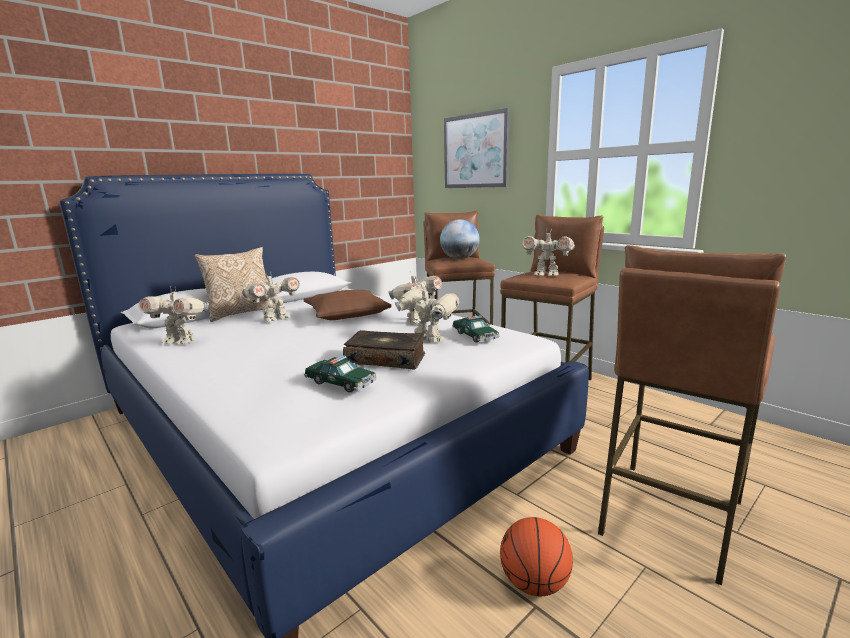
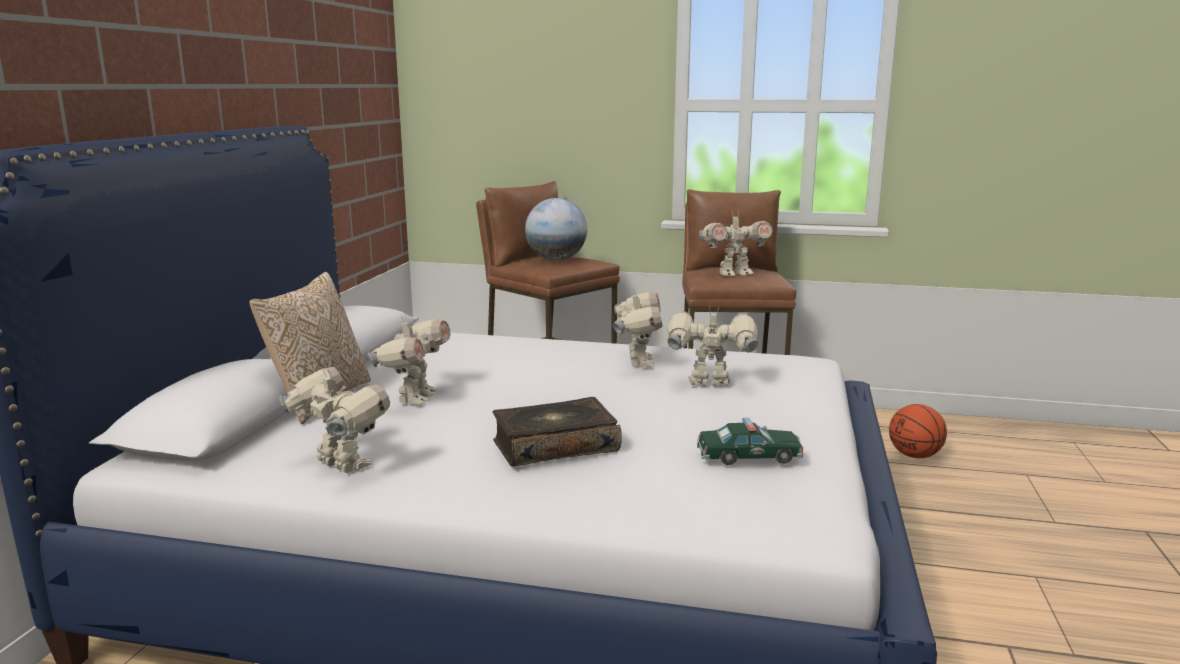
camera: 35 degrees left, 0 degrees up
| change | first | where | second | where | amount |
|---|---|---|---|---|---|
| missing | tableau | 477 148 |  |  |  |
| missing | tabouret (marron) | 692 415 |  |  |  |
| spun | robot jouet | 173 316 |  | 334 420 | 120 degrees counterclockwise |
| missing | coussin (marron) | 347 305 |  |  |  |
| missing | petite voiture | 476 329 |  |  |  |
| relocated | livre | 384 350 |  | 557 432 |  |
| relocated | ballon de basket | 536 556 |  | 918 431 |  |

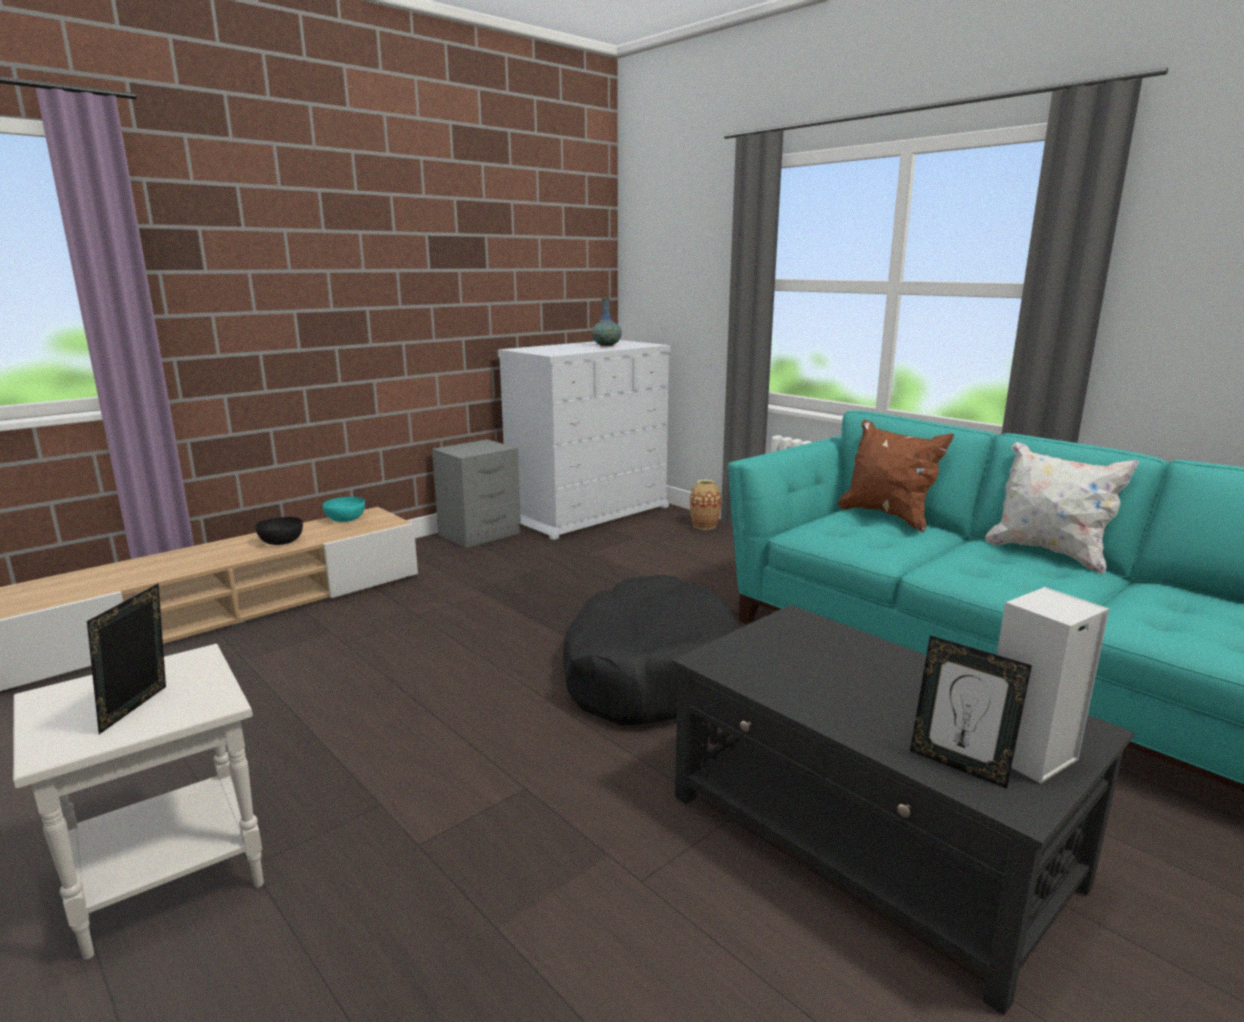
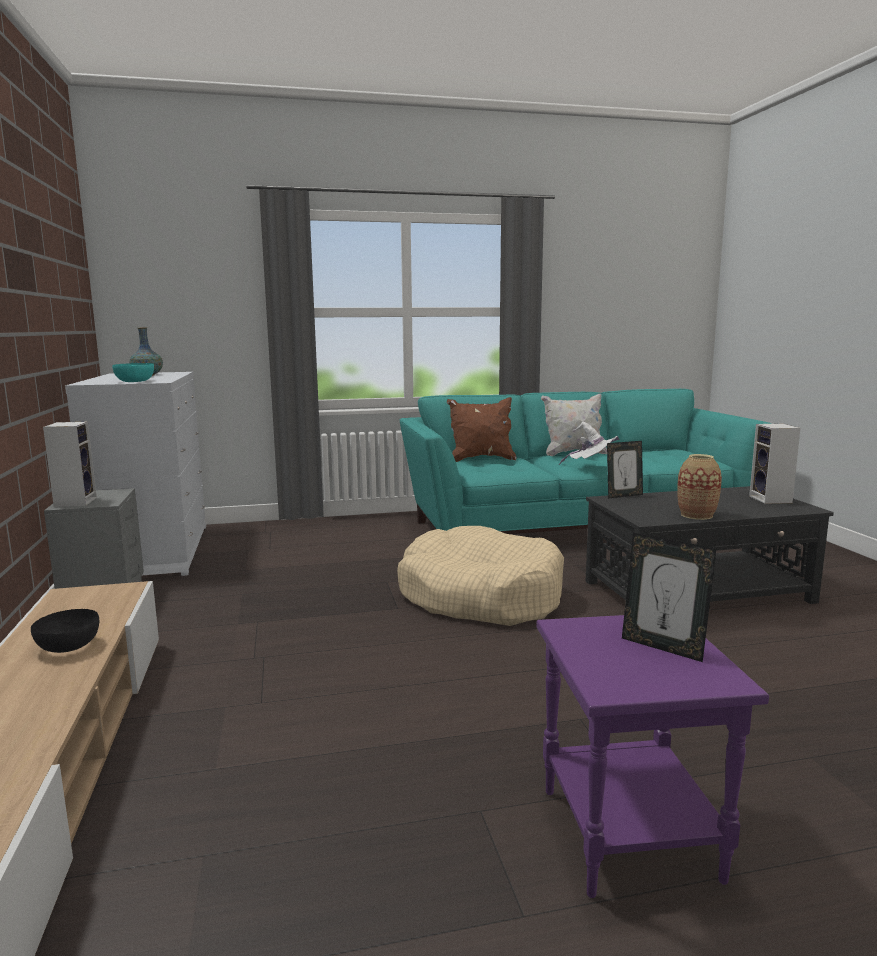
camera: 60 degrees left, 5 degrees down
| change | first | where | second | where | amount |
|---|---|---|---|---|---|
| relocated | vase | 705 505 |  | 699 487 |  |
| relocated | bol (turquoise) | 344 509 |  | 133 372 |  |
| colour | panier pour chien (noir) | 652 650 | panier pour chien (beige) | 480 576 |  |
| relocated | cadre photo | 971 712 |  | 625 469 |  |
| colour | table d'appoint (blanc) | 138 802 | table d'appoint (violet) | 653 756 |  |
| appeared |  |  | chapeau (blanc) | 589 443 |  |
| appeared |  |  | enceinte | 70 464 |  |

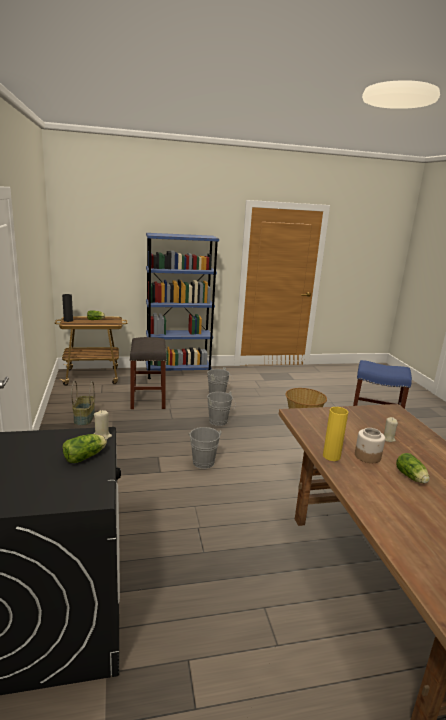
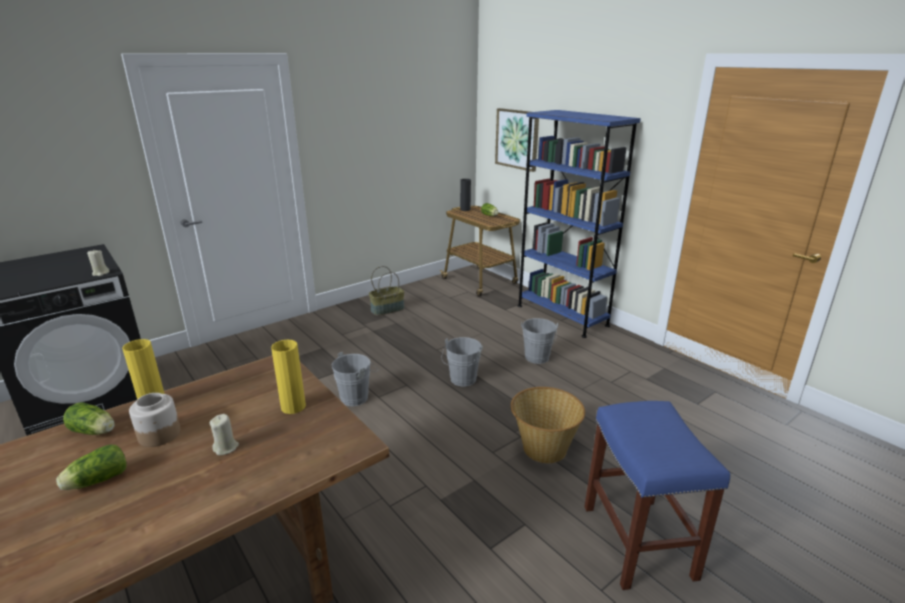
camera: 65 degrees right, 5 degrees up
| change | first | where | second | where | amount |
|---|---|---|---|---|---|
| missing | tabouret (gris) | 148 373 |  |  |  |
| relocated | laitue | 85 448 |  | 89 418 |  |
| appeared |  |  | tableau | 517 140 |  |
| appeared |  |  | vase (jaune) | 288 377 |  |

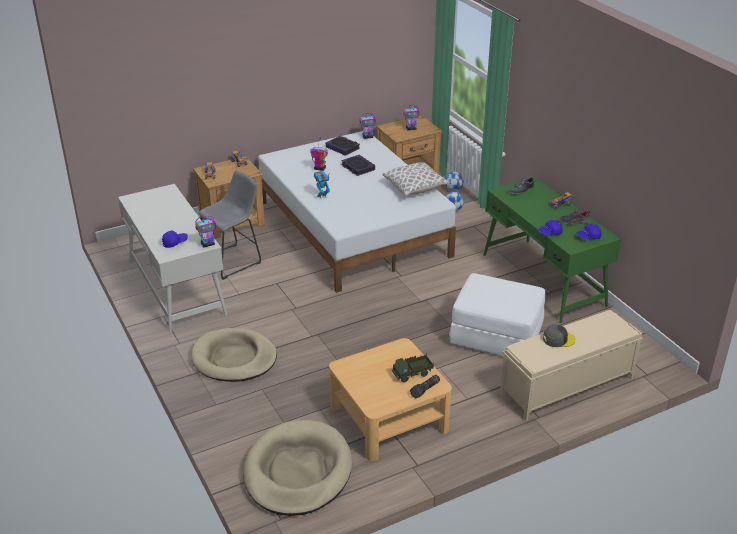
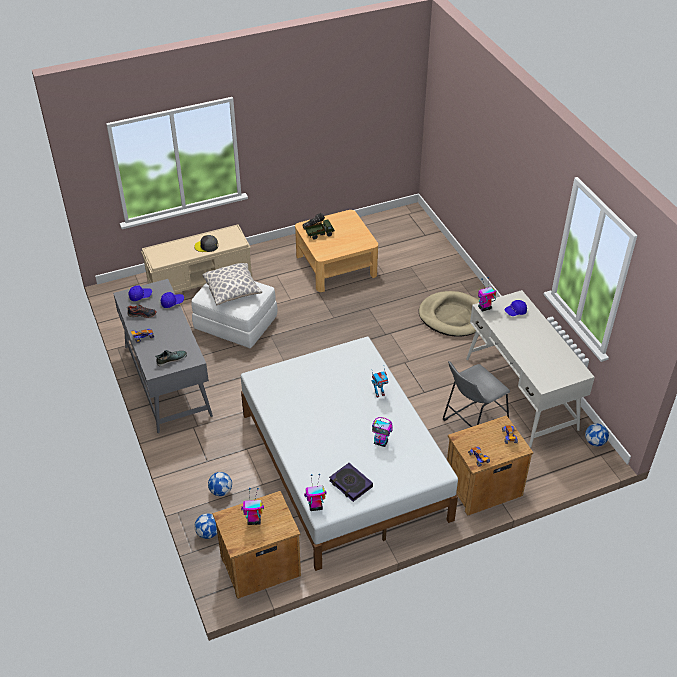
camera: 175 degrees left, 10 degrees up
| change | first | where | second | where | amount |
|---|---|---|---|---|---|
| missing | livre | 358 165 |  |  |  |
| relocated | coussin | 416 179 |  | 232 284 |  |
| colour | bureau (vert) | 552 250 | bureau (gris) | 163 356 |  |
| missing | panier pour chien (beige) | 297 468 |  |  |  |
| appeared |  |  | ballon de foot | 597 434 |  |

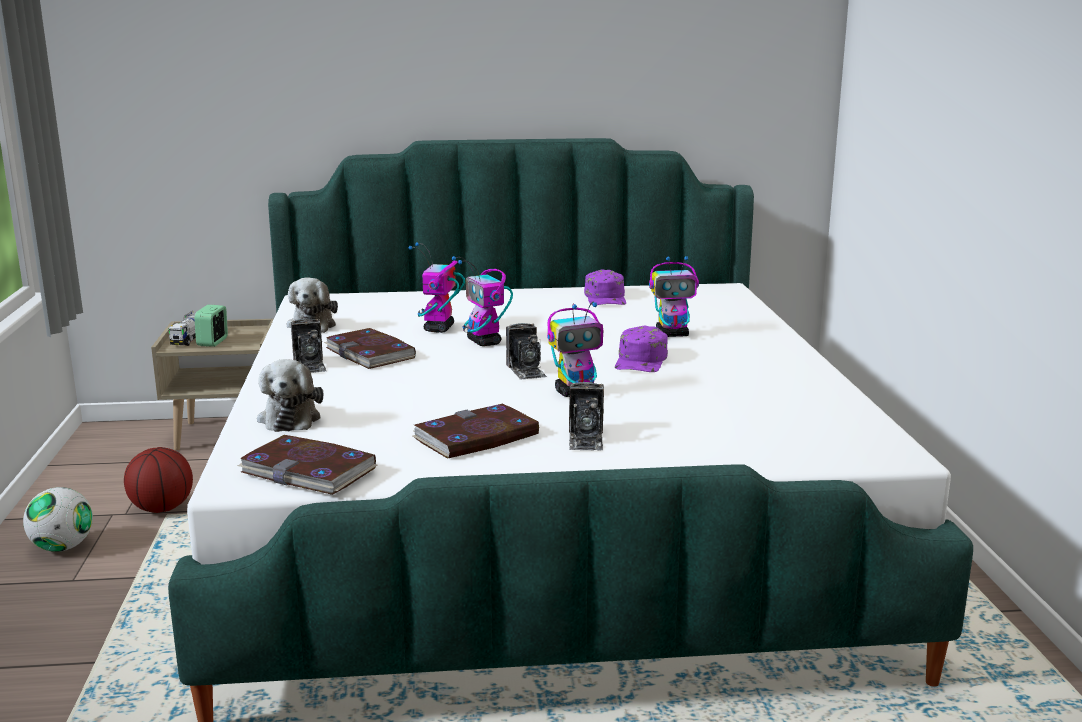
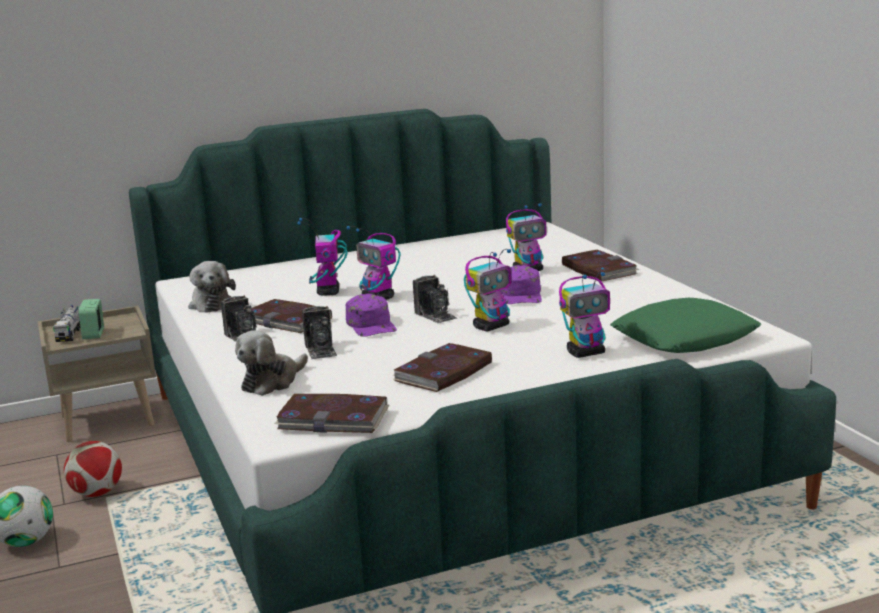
camera: 15 degrees left, 0 degrees up
| change | first | where | second | where | amount |
|---|---|---|---|---|---|
| relocated | casquette (violet) | 605 287 |  | 371 315 |  |
| spun | peluche | 290 395 |  | 271 363 | 60 degrees clockwise |
| relocated | appareil photo | 586 416 |  | 319 332 |  |
| exchanged | ballon de basket | 158 480 | ballon de foot | 93 469 |  |
| appeared |  |  | livre | 600 265 |  |
| appeared |  |  | robot jouet | 584 314 |  |
| appeared |  |  | coussin (vert) | 685 325 |  |

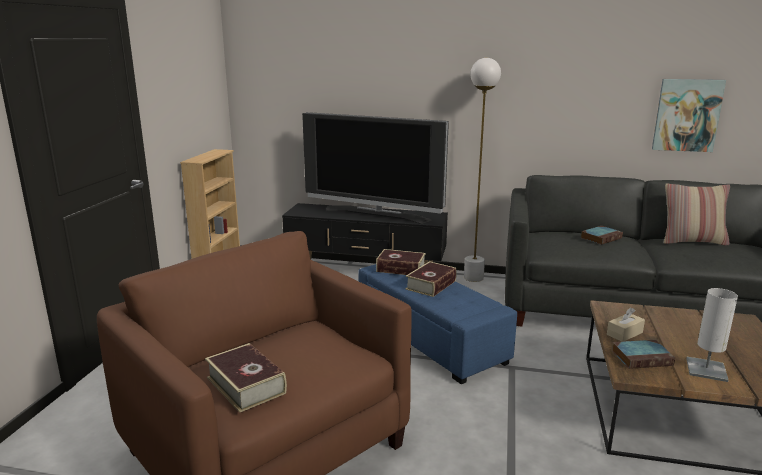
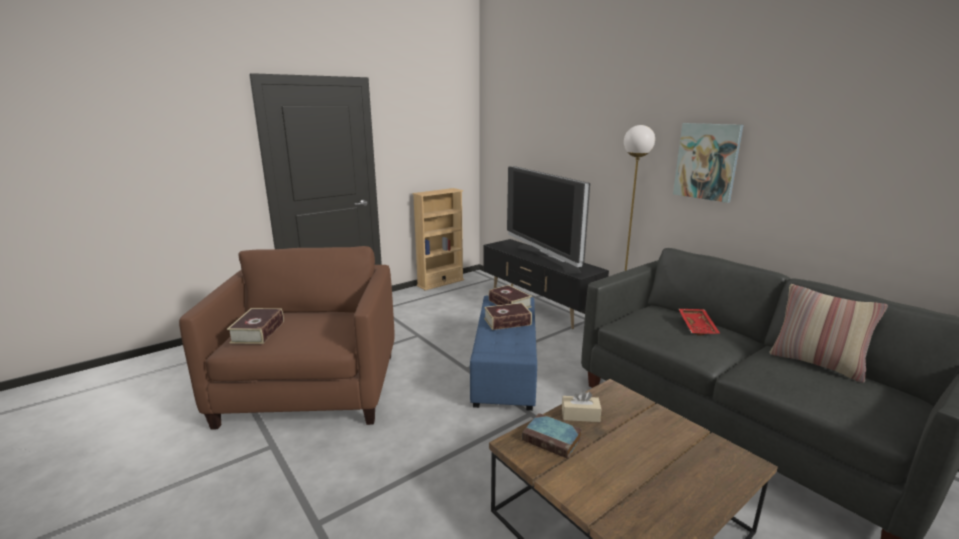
camera: 40 degrees right, 0 degrees up
| change | first | where | second | where | amount |
|---|---|---|---|---|---|
| relocated | tableau | 689 115 |  | 708 163 |  |
| exchanged | livre | 602 235 | plateau (rouge) | 699 322 |  |
| missing | lampe de table (blanc) | 712 335 |  |  |  |

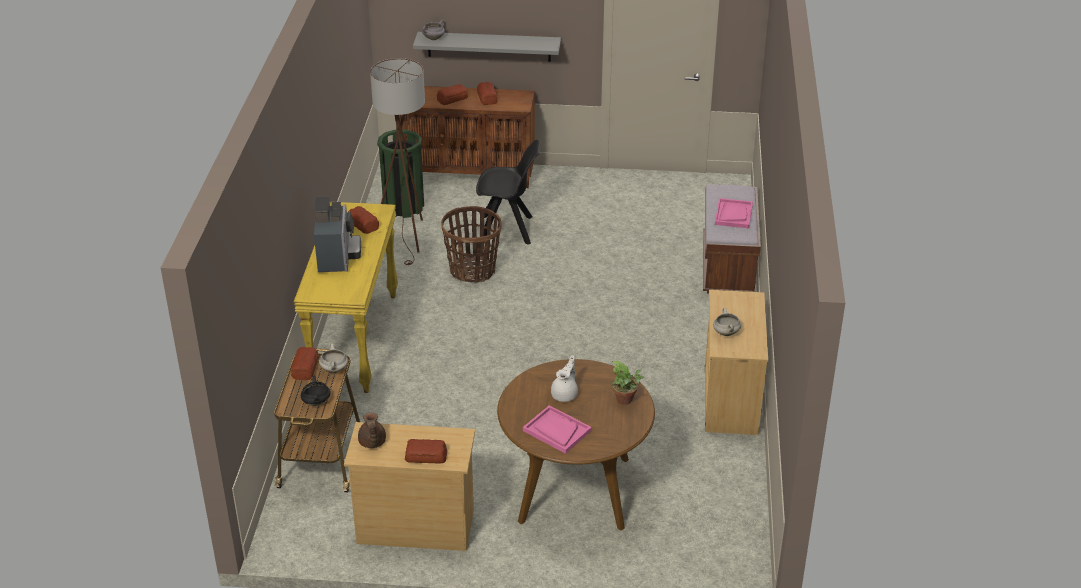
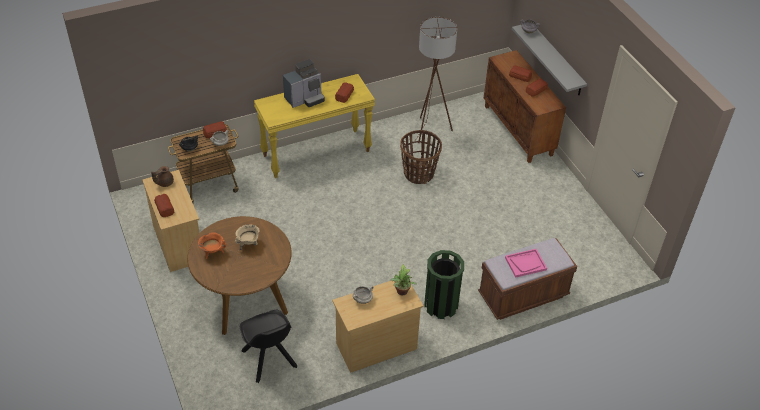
camera: 60 degrees right, 10 degrees up
| change | first | where | second | where | amount |
|---|---|---|---|---|---|
| relocated | poubelle (vert) | 400 173 |  | 444 284 |  |
| relocated | chaise (noir) | 508 192 |  | 269 346 |  |
| exchanged | théière (blanc) | 564 378 | marmite (beige) | 247 237 |  |
| relocated | plante en pot | 627 383 |  | 404 280 |  |
| exchanged | plateau (rose) | 557 429 | marmite (orange) | 212 245 |  |

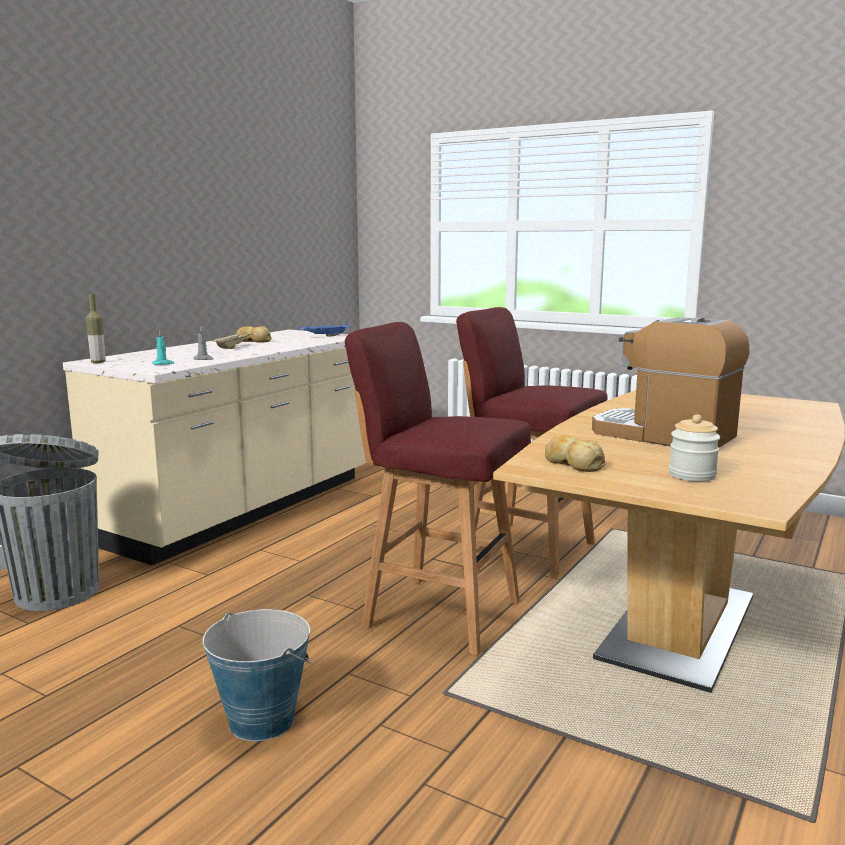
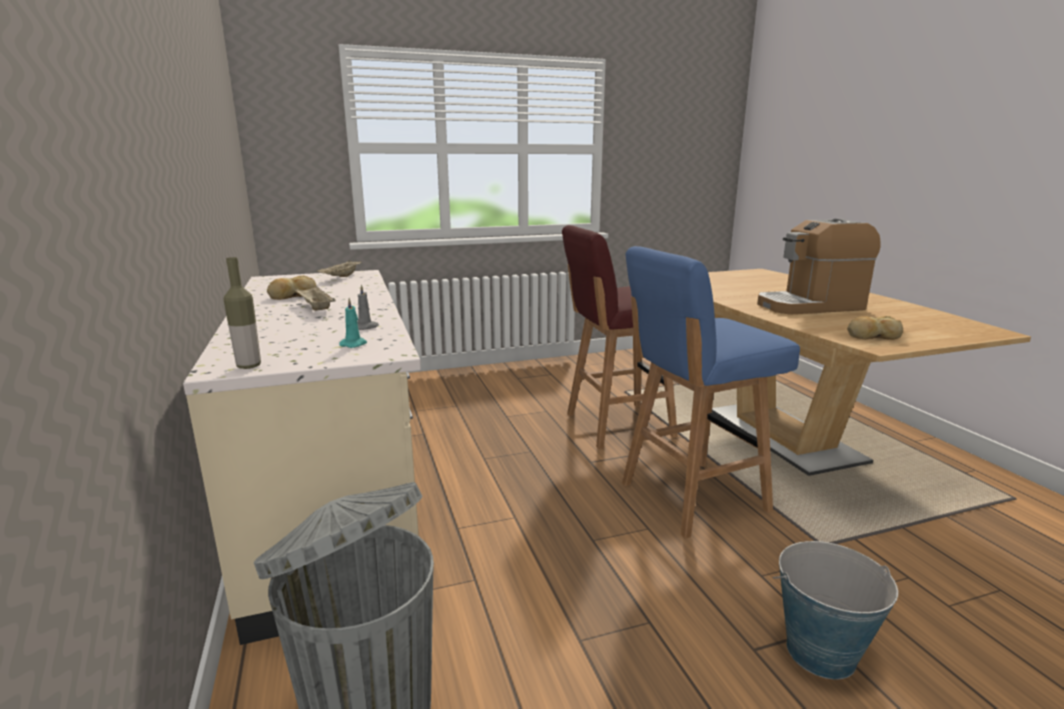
camera: 50 degrees left, 5 degrees up
| change | first | where | second | where | amount |
|---|---|---|---|---|---|
| colour | tabouret (rouge) | 438 489 | tabouret (bleu) | 711 392 |  |
| colour | plateau (bleu) | 325 330 | plateau (beige) | 339 268 |  |
| missing | bocal | 694 448 |  |  |  |

